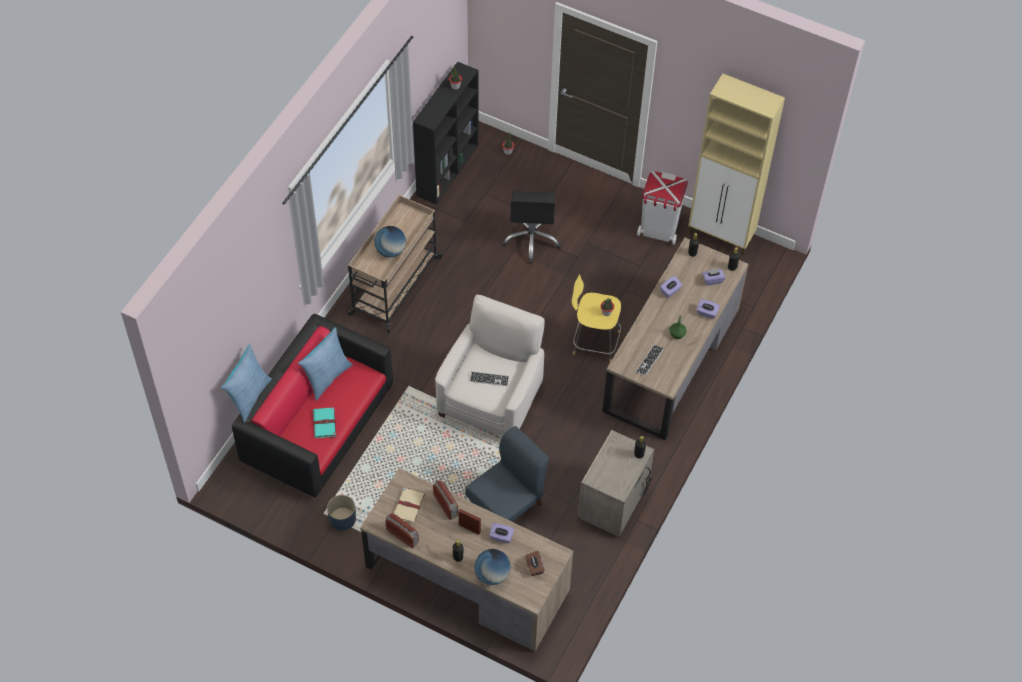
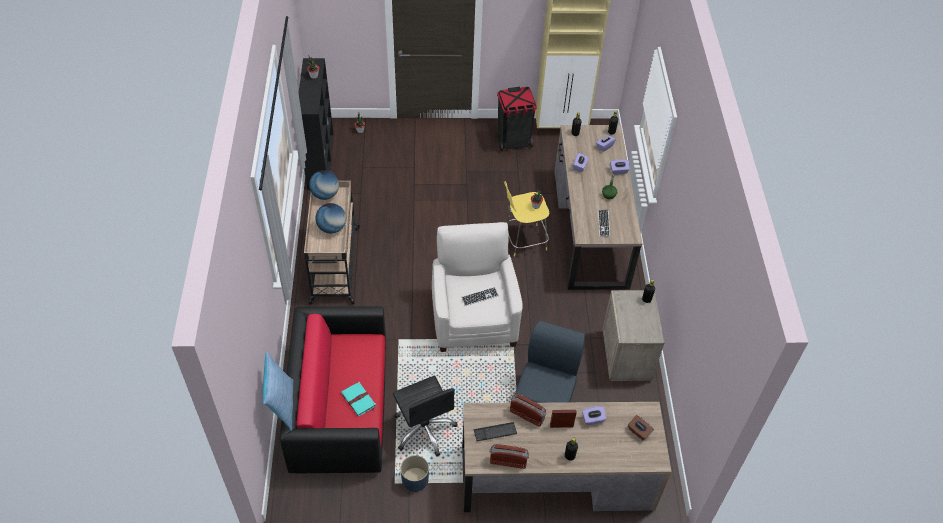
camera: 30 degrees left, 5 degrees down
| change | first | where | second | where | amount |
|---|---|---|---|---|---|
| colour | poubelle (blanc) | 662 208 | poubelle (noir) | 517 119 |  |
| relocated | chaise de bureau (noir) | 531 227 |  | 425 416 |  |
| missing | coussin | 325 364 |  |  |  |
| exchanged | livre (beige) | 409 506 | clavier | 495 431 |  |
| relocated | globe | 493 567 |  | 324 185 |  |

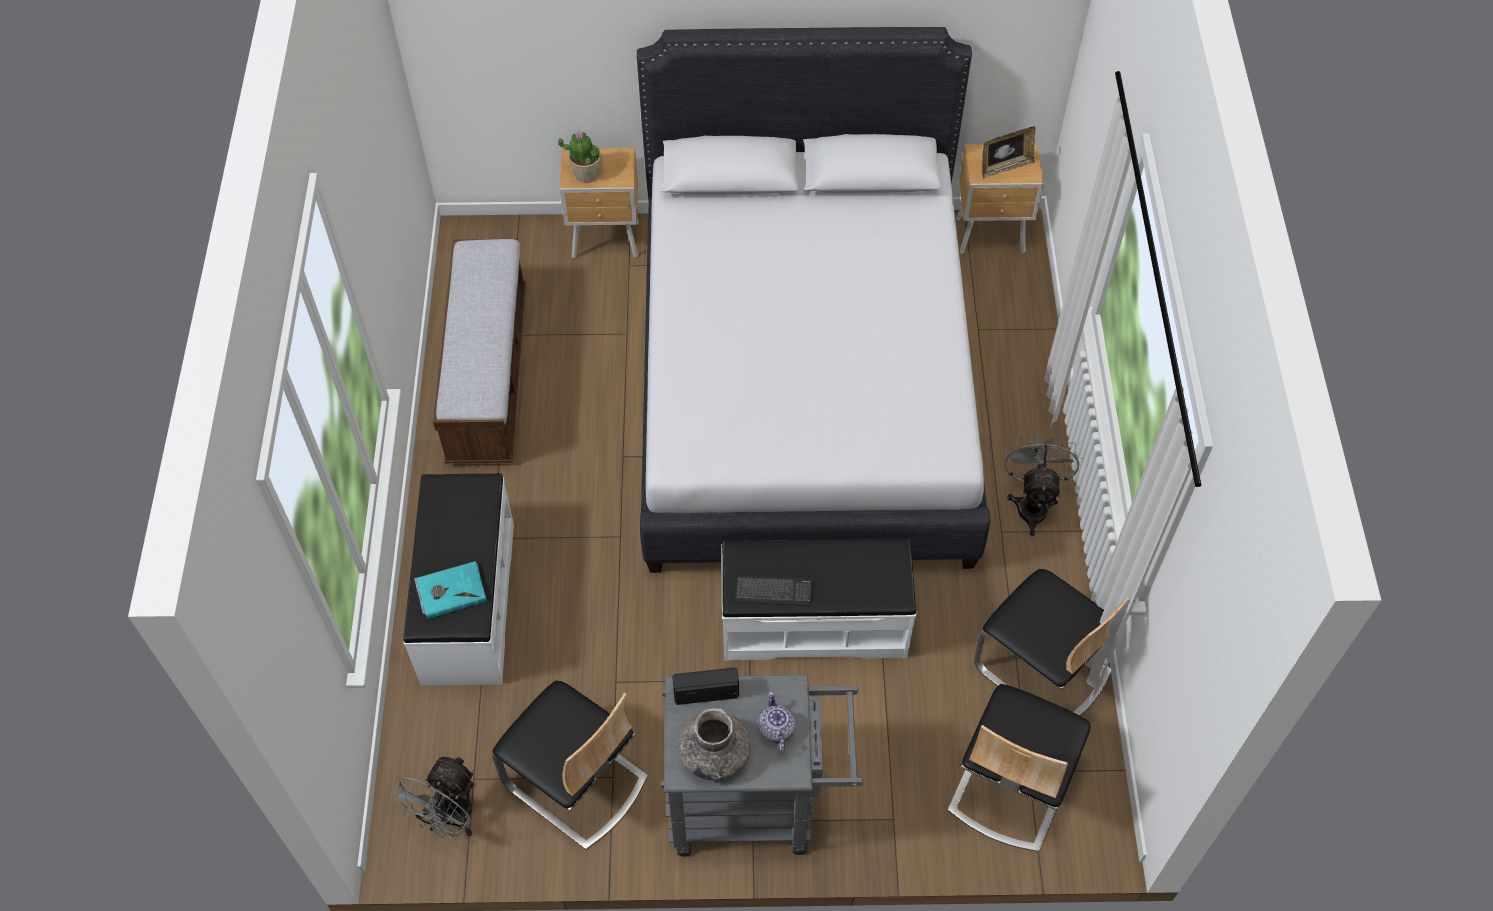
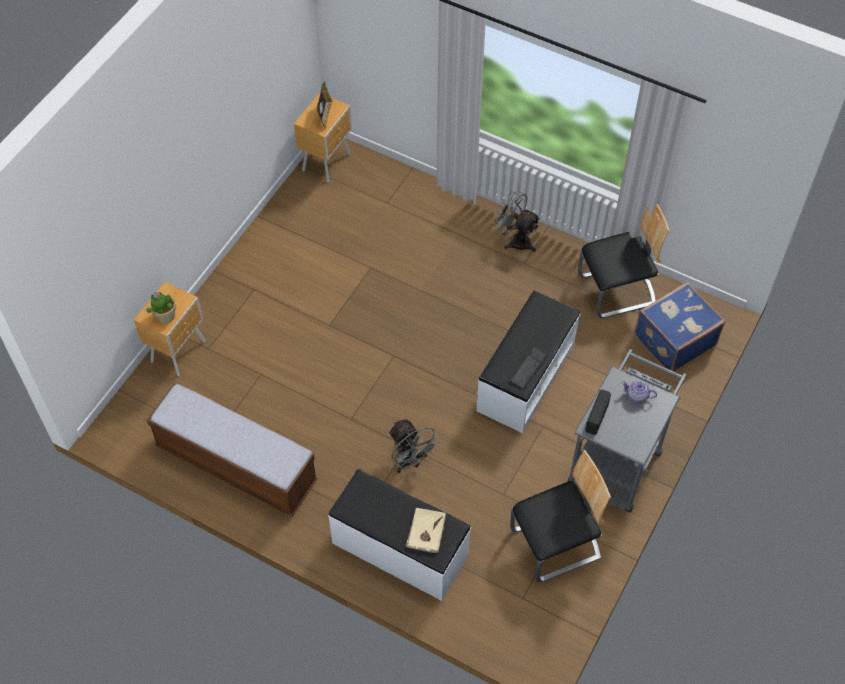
camera: 60 degrees left, 0 degrees up
| change | first | where | second | where | amount |
|---|---|---|---|---|---|
| missing | lit (blanc) | 813 300 |  |  |  |
| colour | livre (turquoise) | 450 590 | livre (beige) | 425 530 |  |
| exchanged | chaise | 1018 768 | valise (bleu) | 680 326 |  |
| missing | vase (gris) | 715 744 |  |  |  |
| relocated | ventilateur (gris) | 432 797 |  | 414 446 |  |

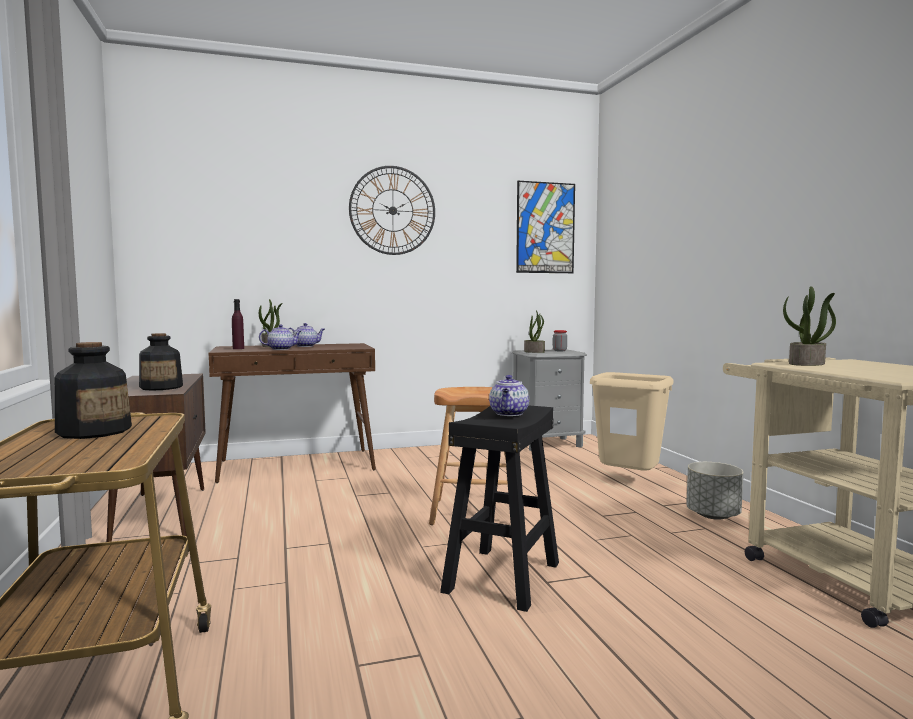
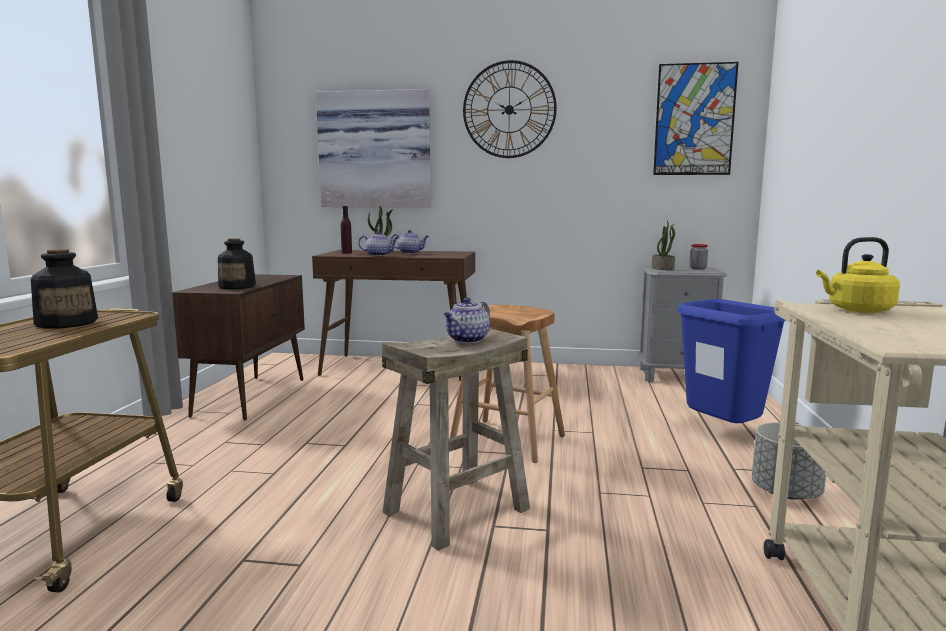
camera: 25 degrees right, 5 degrees up
| change | first | where | second | where | amount |
|---|---|---|---|---|---|
| exchanged | plante en pot | 809 326 | bouilloire (jaune) | 858 275 |  |
| colour | poubelle (beige) | 631 421 | poubelle (bleu) | 731 361 |  |
| colour | tabouret (noir) | 499 508 | tabouret (beige) | 456 439 |  |
| appeared |  |  | tableau | 373 148 |  |

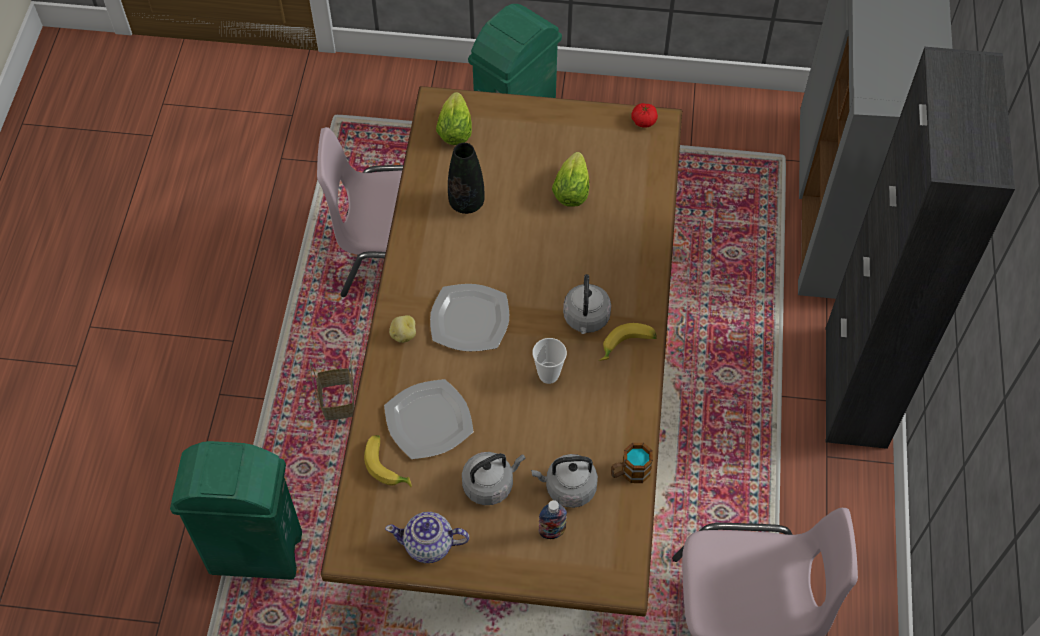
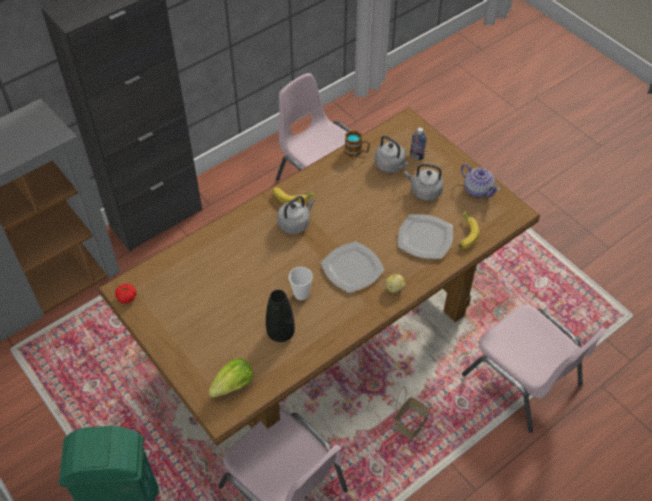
camera: 135 degrees left, 5 degrees down
| change | first | where | second | where | amount |
|---|---|---|---|---|---|
| missing | laitue | 571 179 |  |  |  |
| relocated | tasse | 549 361 |  | 301 283 |  |
| exchanged | poubelle (vert) | 236 510 | chaise (rose) | 534 368 |  |

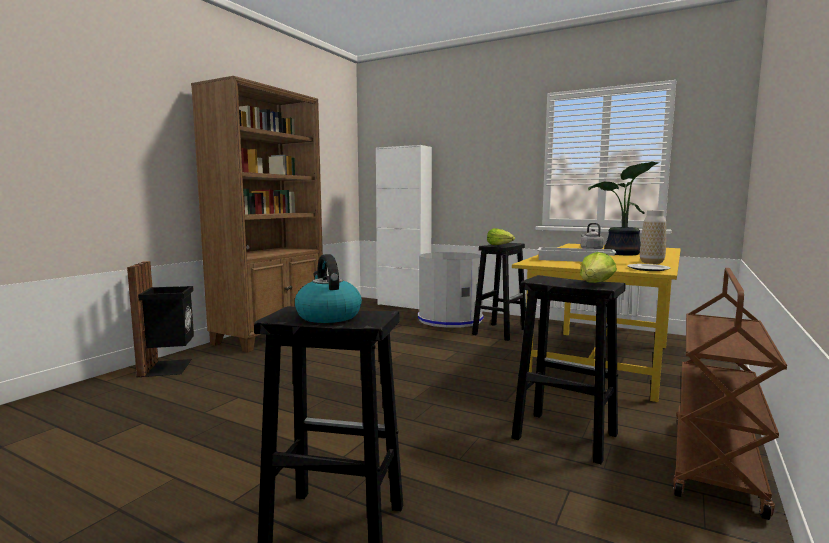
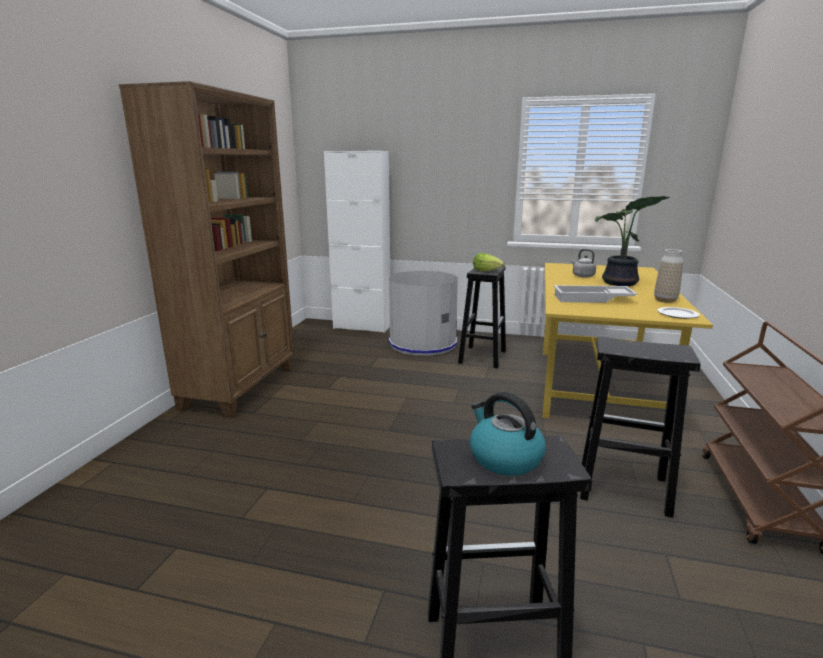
camera: 15 degrees left, 10 degrees up
| change | first | where | second | where | amount |
|---|---|---|---|---|---|
| missing | laitue | 598 267 |  |  |  |
| missing | poubelle (noir) | 160 319 |  |  |  |

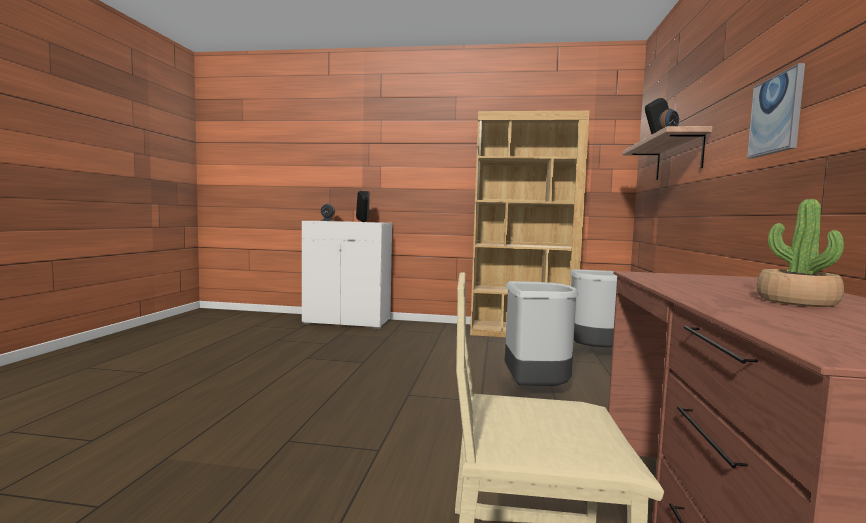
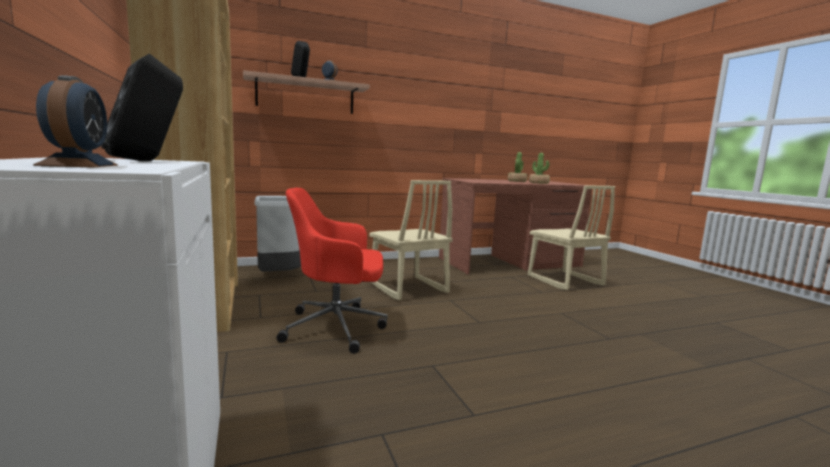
camera: 120 degrees left, 5 degrees up
| change | first | where | second | where | amount |
|---|---|---|---|---|---|
| missing | tableau | 776 111 |  |  |  |
| exchanged | poubelle (gris) | 542 333 | chaise (beige) | 411 240 |  |
| appeared |  |  | plante en pot | 539 168 |  |
| appeared |  |  | chaise de bureau (rouge) | 332 271 |  |

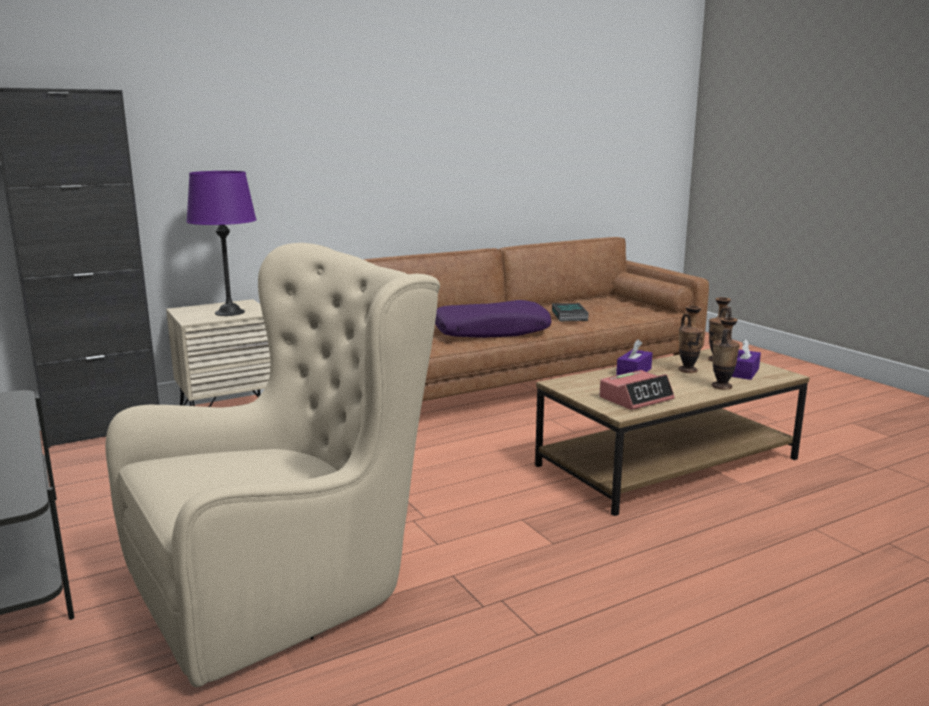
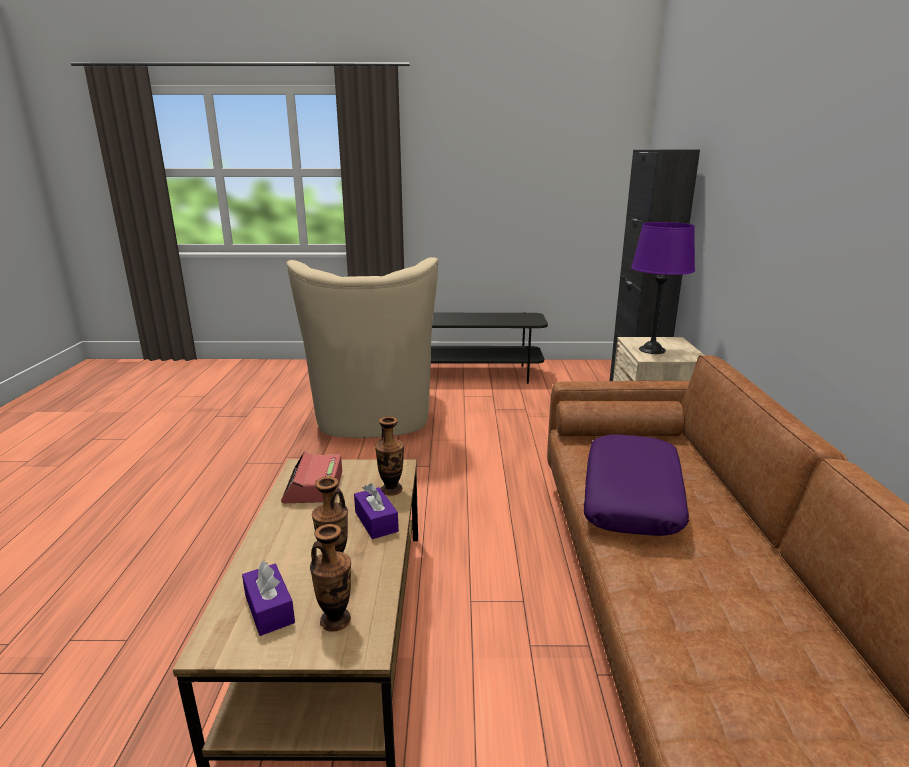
camera: 120 degrees right, 5 degrees up
| change | first | where | second | where | amount |
|---|---|---|---|---|---|
| missing | livre | 570 312 |  |  |  |
| relocated | vase | 726 353 |  | 389 456 |  |

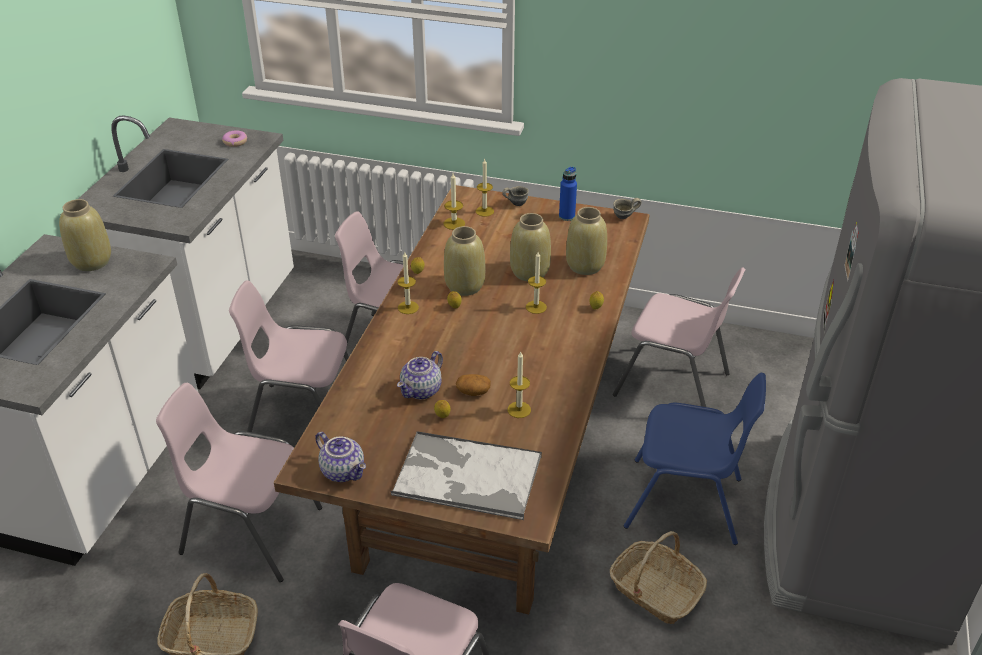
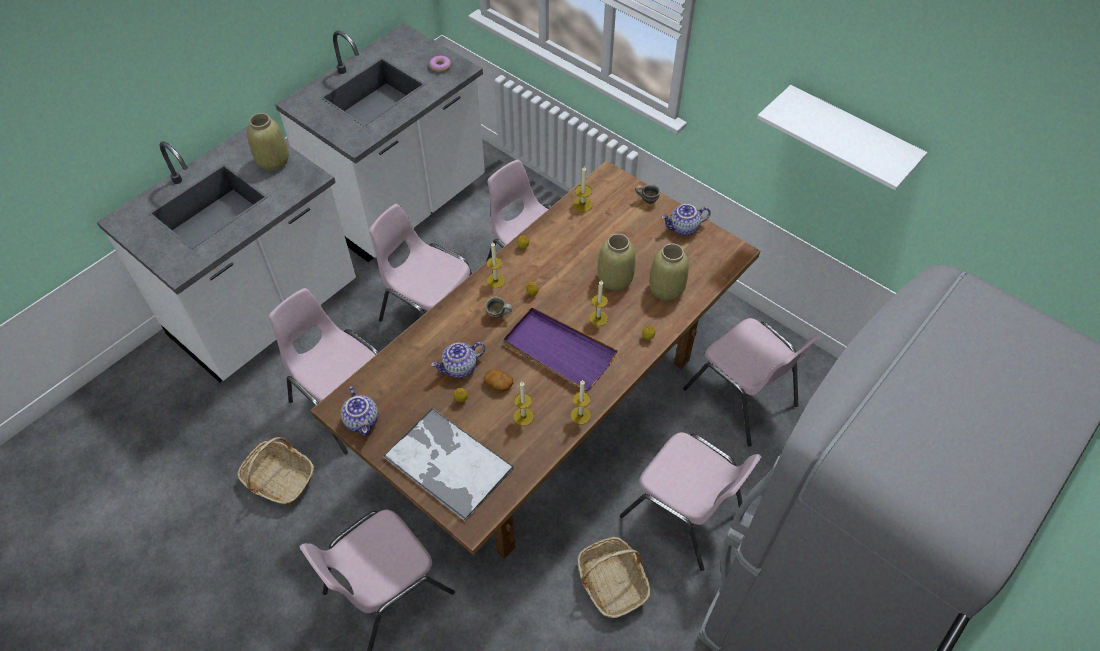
camera: 25 degrees right, 15 degrees up
| change | first | where | second | where | amount |
|---|---|---|---|---|---|
| relocated | bougie | 485 187 |  | 581 402 |  |
| exchanged | bouteille (bleu) | 568 194 | théière | 686 220 |  |
| relocated | mug (gris) | 627 208 |  | 498 307 |  |
| missing | vase (beige) | 464 261 |  |  |  |
| colour | chaise (bleu) | 695 458 | chaise (rose) | 690 501 |  |
| appeared |  |  | étagère (blanc) | 842 137 |  |
| appeared |  |  | plateau (violet) | 560 349 |  |

